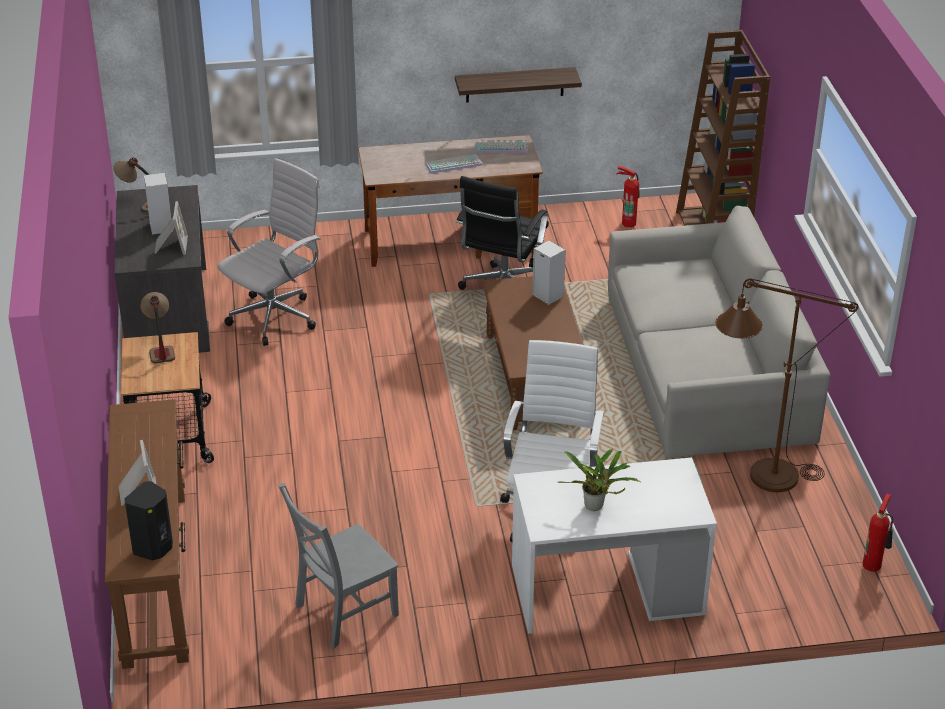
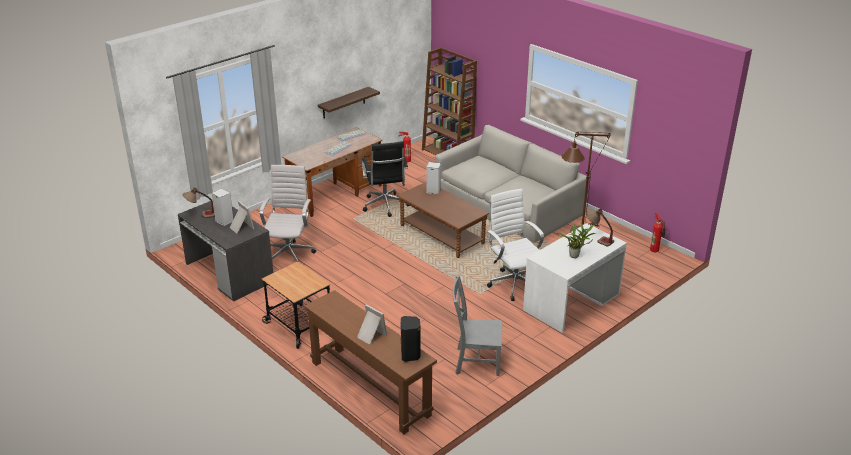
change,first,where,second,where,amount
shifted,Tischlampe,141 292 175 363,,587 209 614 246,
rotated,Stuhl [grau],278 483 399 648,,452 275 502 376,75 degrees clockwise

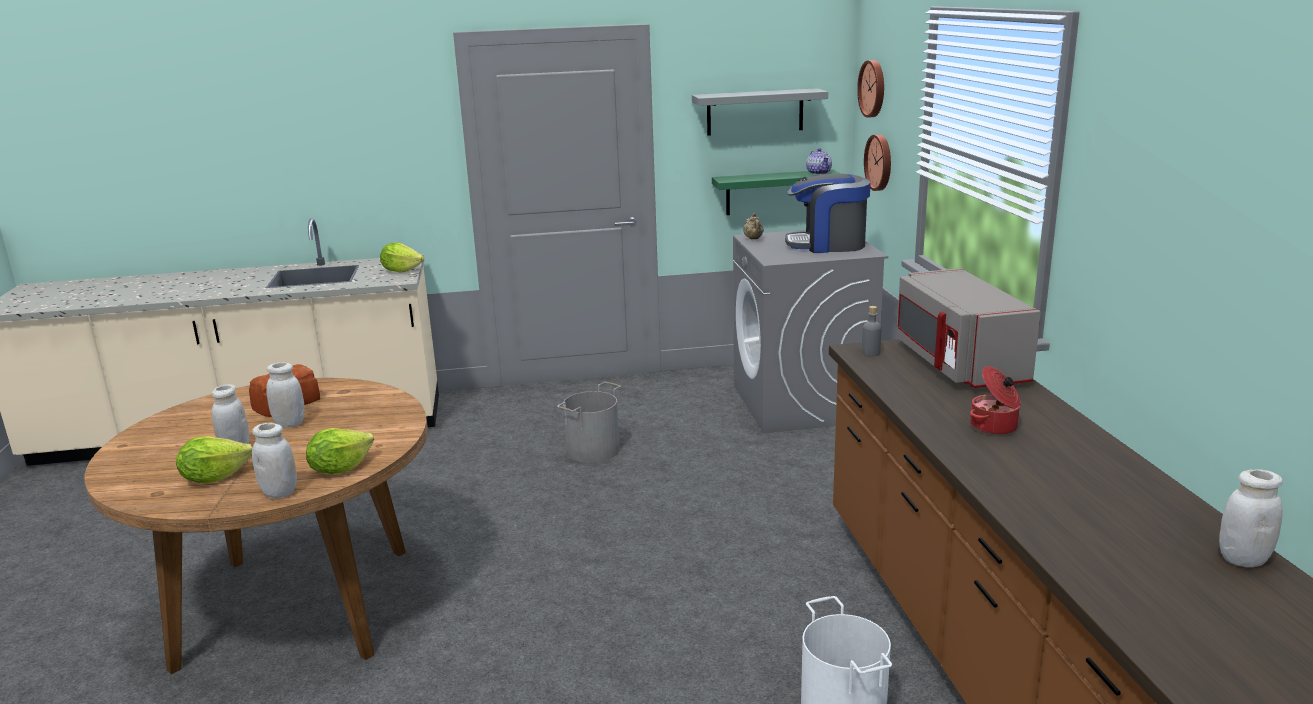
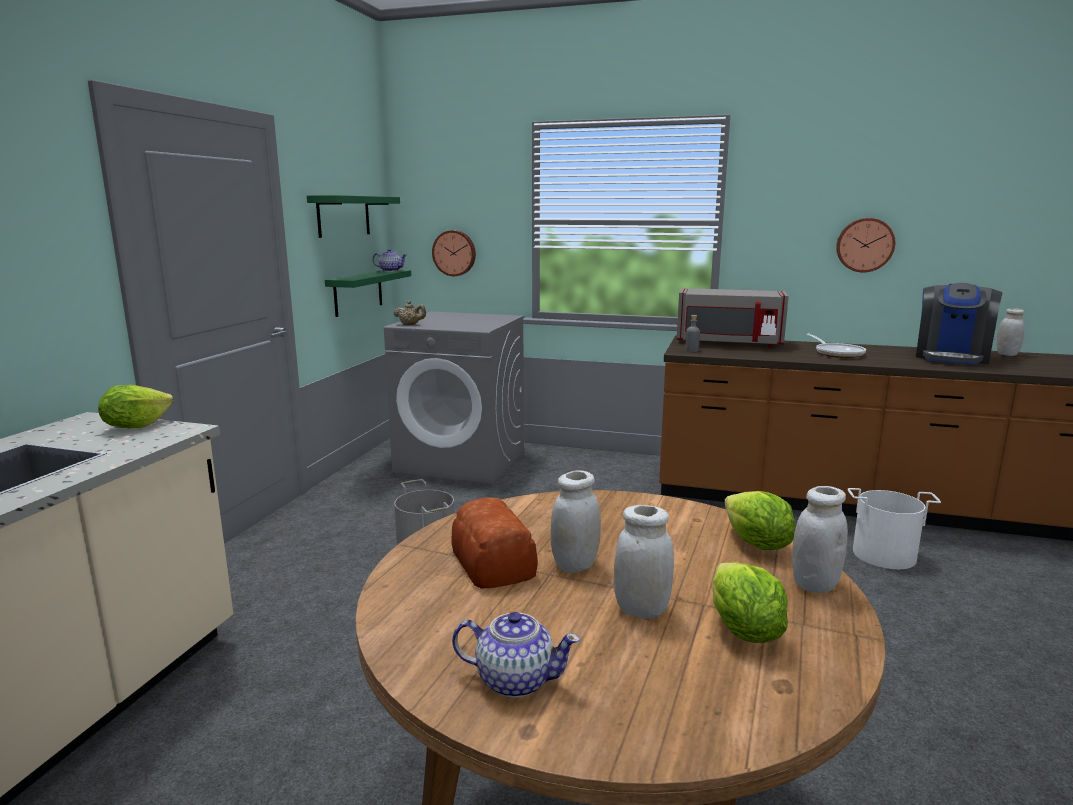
change,first,where,second,where,amount
repainted,Wandregal [grau],692 88 828 136,Wandregal [grün],307 195 400 238,
shifted,Kaffeemaschine,785 174 871 253,,916 283 1002 365,
shifted,Wanduhr,857 60 884 118,,836 218 895 273,
swapped,Kochtopf,970 366 1021 435,Pfanne,806 334 866 358,
new,,,Teekanne,452 612 580 698,

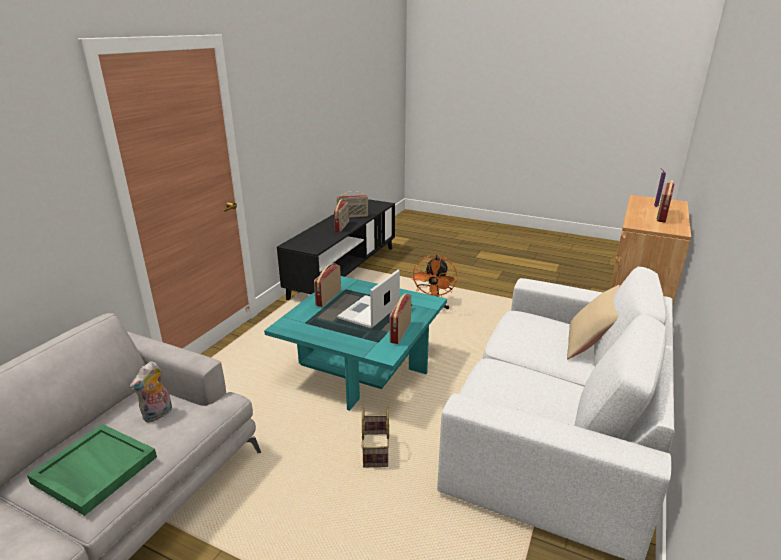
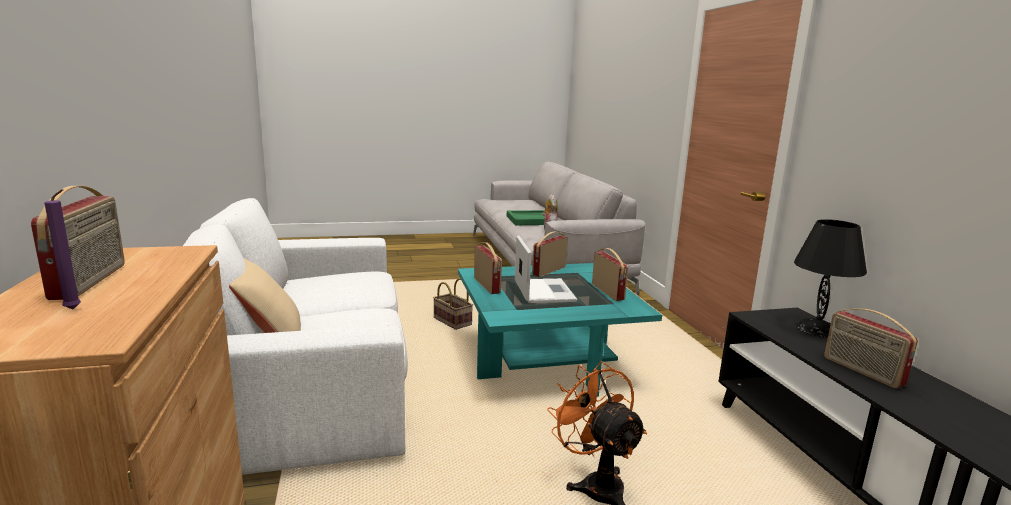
change,first,where,second,where,amount
shifted,Radio,337 191 368 218,,532 232 568 277,
new,,,Tischlampe [schwarz],794 219 867 337,

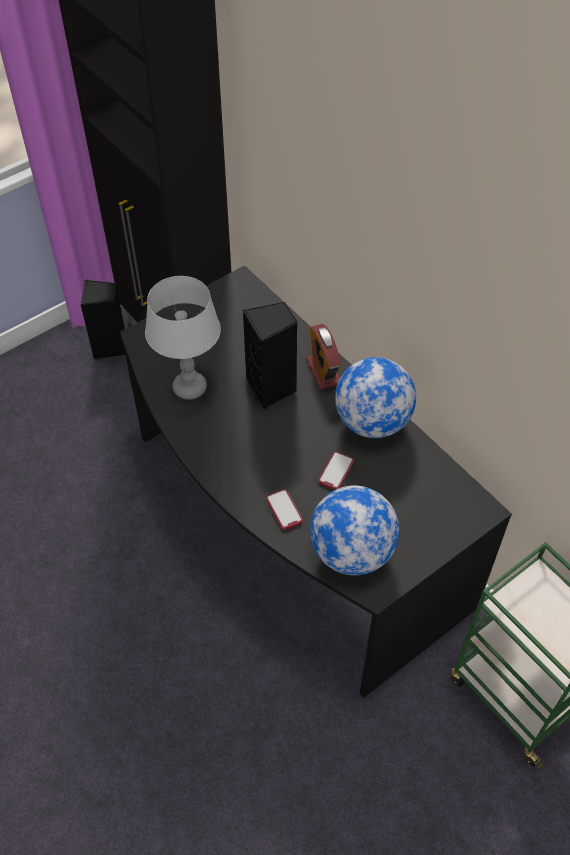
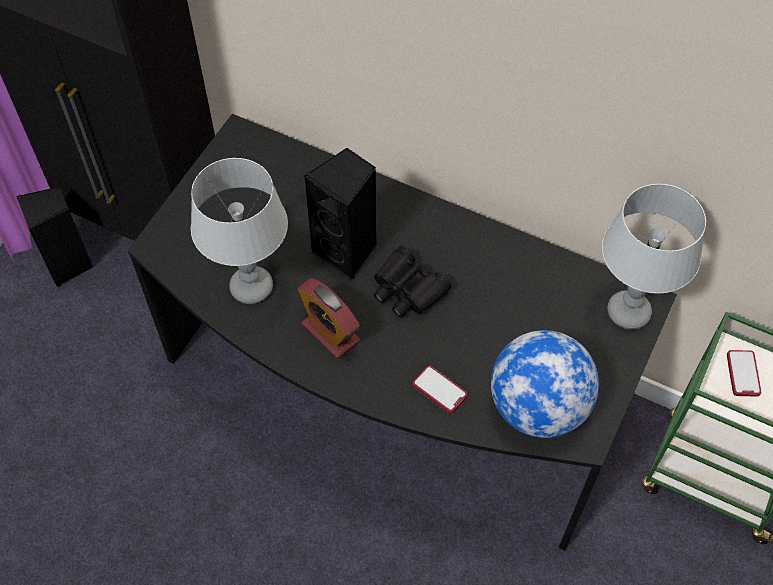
change,first,where,second,where,amount
shifted,Wecker,306 324 341 389,,298 278 360 359,
shifted,Handy,318 452 354 490,,727 350 761 396,
gone,Globus,335 357 416 438,,,
new,,,Fernglas [schwarz],374 246 452 317,
new,,,Tischlampe [grau],602 184 706 330,

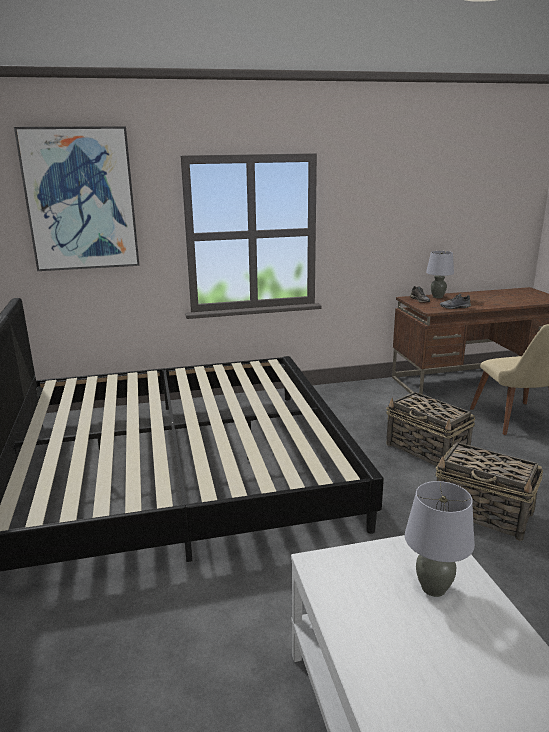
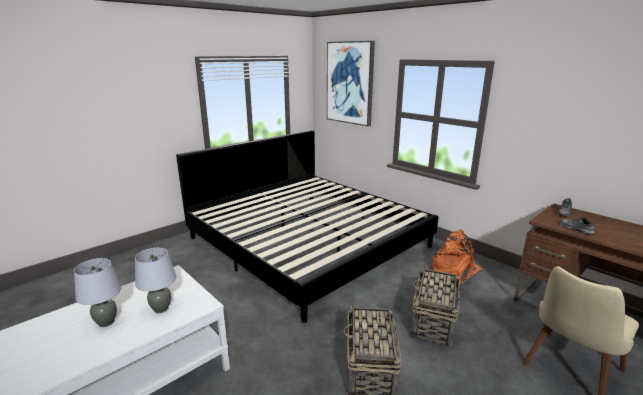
change,first,where,second,where,amount
shifted,Tischlampe [grau],426 251 454 298,,74 258 122 327,
new,,,Rucksack [orange],432 229 484 284,

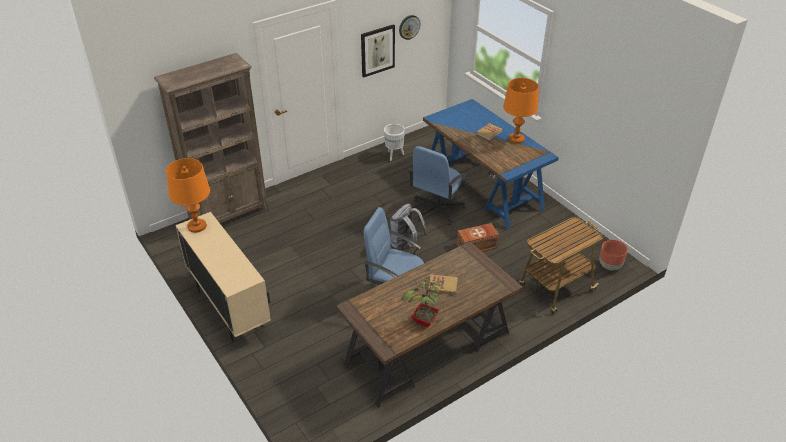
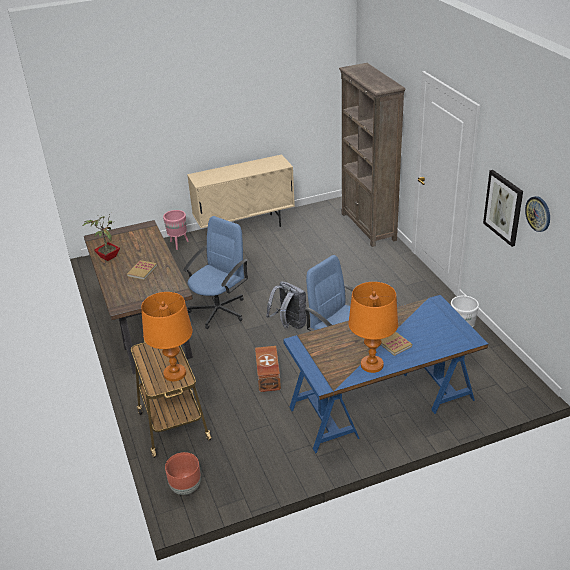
change,first,where,second,where,amount
shifted,Tischlampe [orange],166 158 210 233,,141 292 193 381,
new,,,Pflanzkübel [rosa],163 210 189 250,

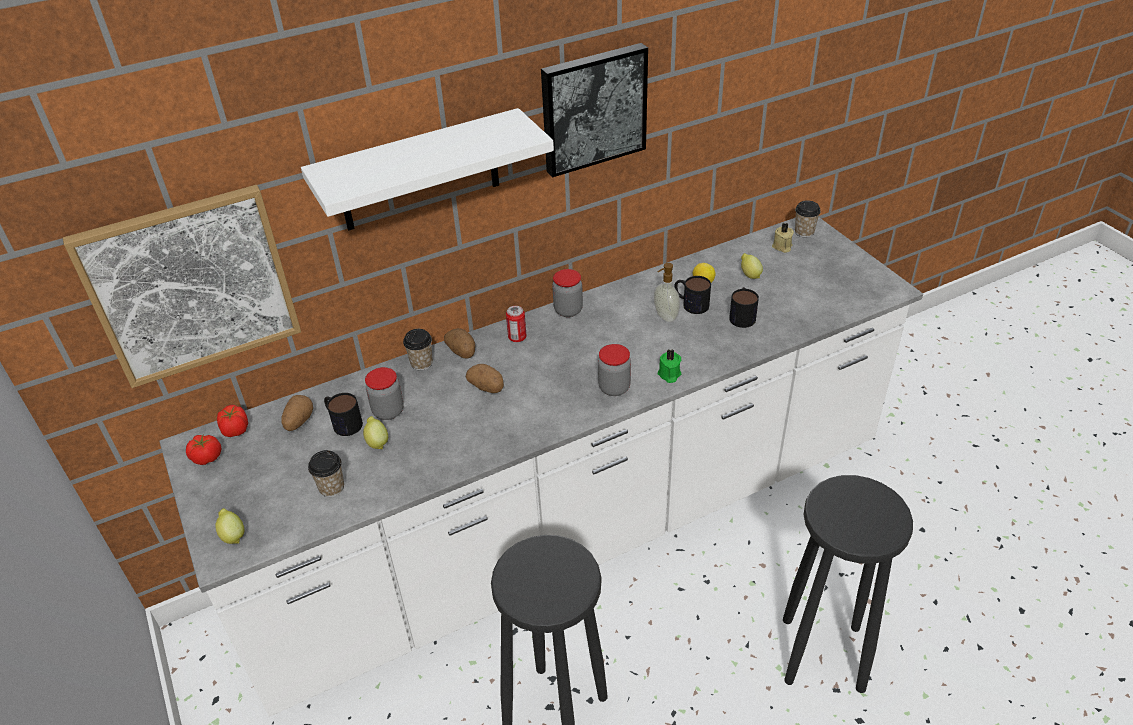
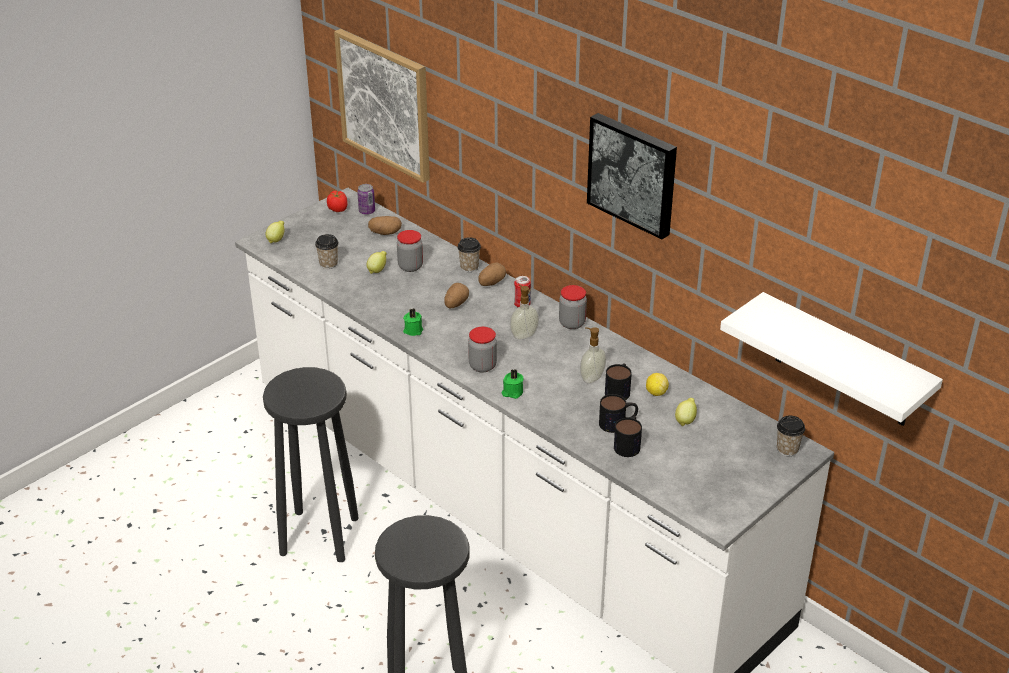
change,first,where,second,where,amount
swapped,Tomate,217 405 248 437,Dose,357 184 375 215,
shifted,Wandregal [weiß],301 108 554 231,,720 292 943 426,
shifted,Henkelbecher,324 393 363 436,,614 416 642 457,
gone,Kerze [beige],772 223 794 253,,,
new,,,Kerze [grün],403 308 423 336,
new,,,Seifenspender,510 285 539 340,

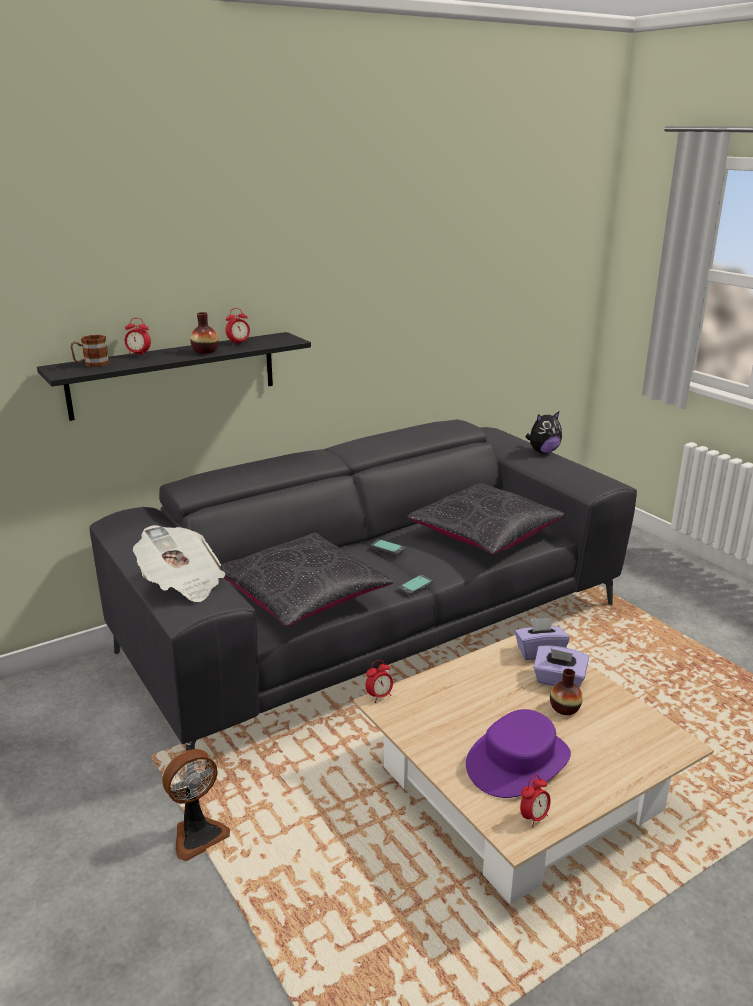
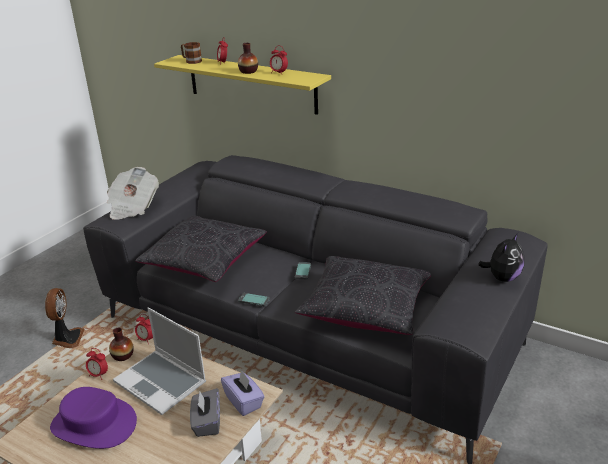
change,first,where,second,where,amount
repainted,Wandregal [schwarz],37 332 311 421,Wandregal [gelb],154 55 331 115,
rotated,Ventilator,162 749 230 861,,45 288 85 348,120 degrees counterclockwise
shifted,Wecker,520 775 551 828,,86 348 108 380,
rotated,Plüschtier,526 411 562 454,,478 233 524 282,90 degrees counterclockwise
repainted,Taschentuchbox [lila],533 645 589 688,Taschentuchbox [grau],190 388 220 437,
shifted,Vase,550 669 583 715,,109 328 134 361,
new,,,Laptop,113 307 206 415,

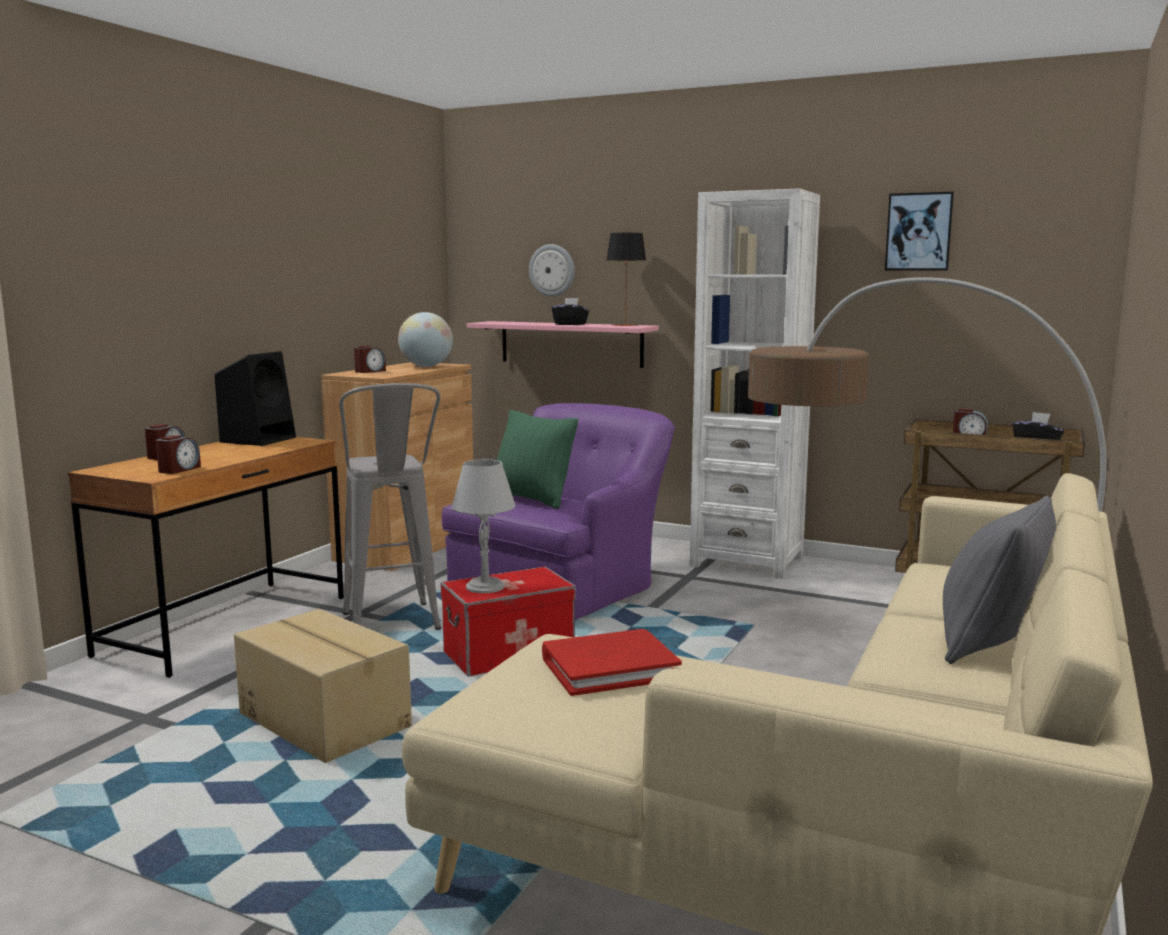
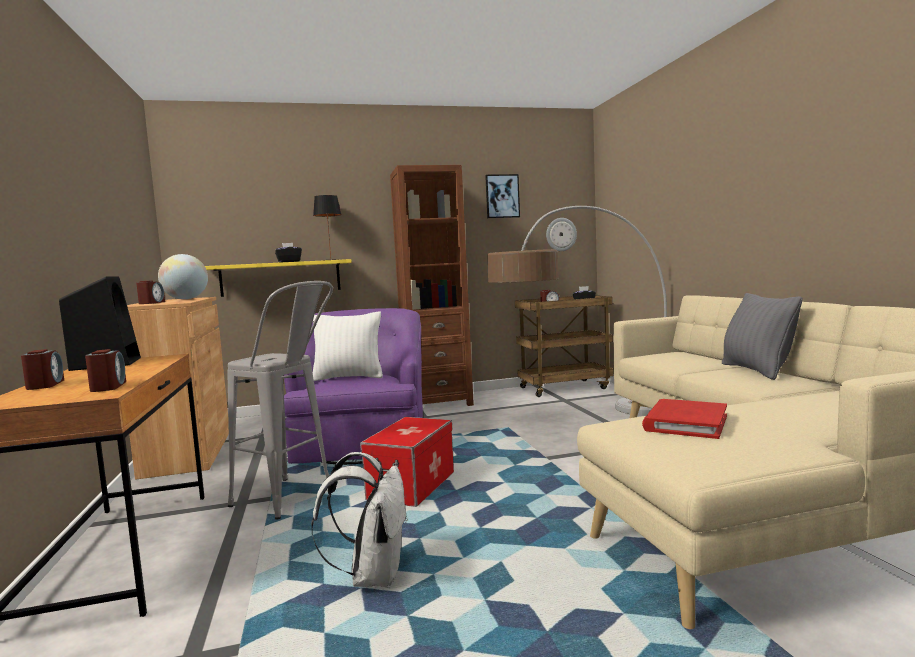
change,first,where,second,where,amount
swapped,Karton,234 609 412 763,Rucksack [weiß],311 452 408 588,
gone,Tischlampe [grau],451 459 516 593,,,
repainted,Wandregal [rosa],467 321 659 368,Wandregal [gelb],205 259 352 297,
repainted,Kissen [grün],497 410 578 509,Kissen [weiß],312 311 383 381,
shifted,Wanduhr,529 244 575 297,,546 218 577 251,
repainted,Bücherregal [weiß],690 189 820 579,Bücherregal [braun],390 165 474 406,

